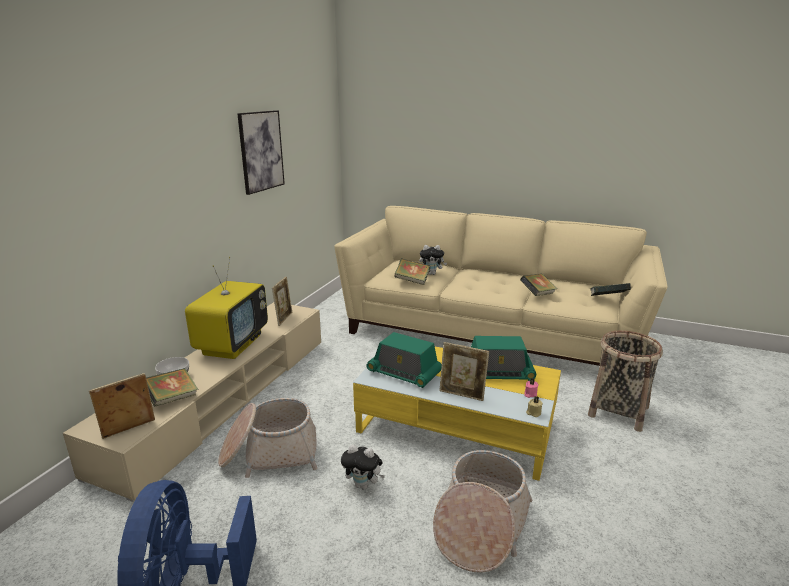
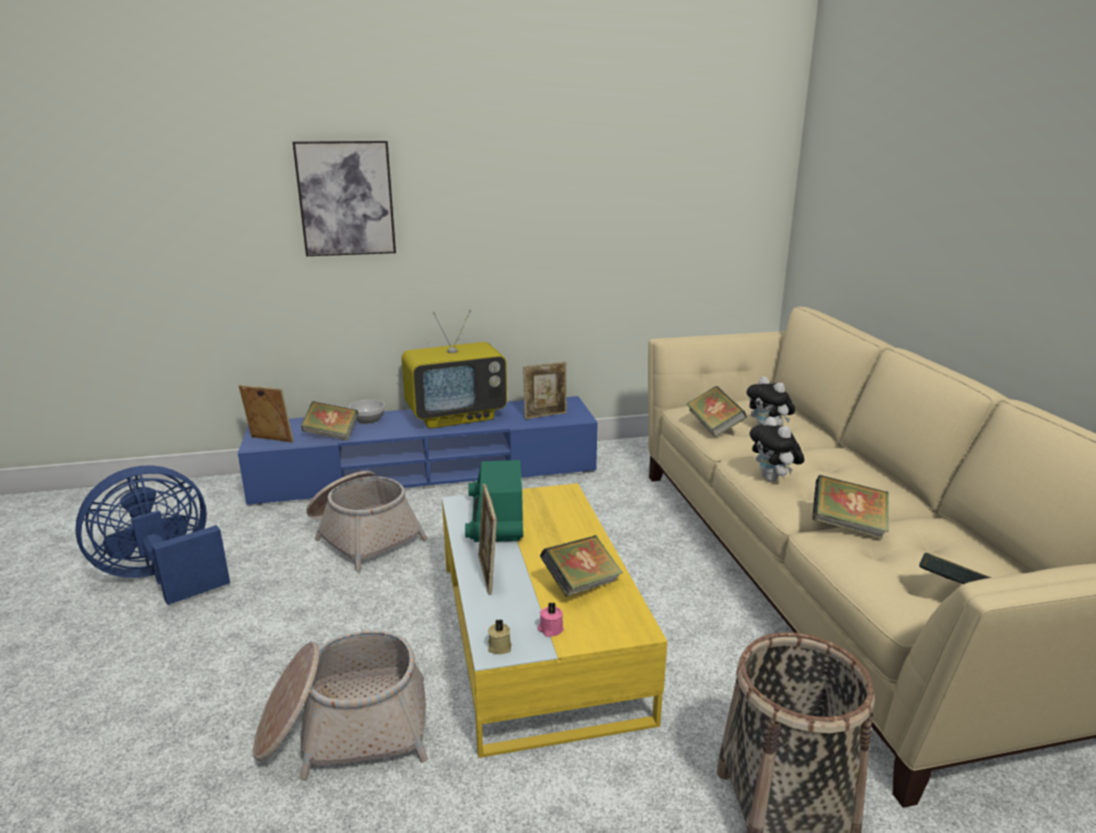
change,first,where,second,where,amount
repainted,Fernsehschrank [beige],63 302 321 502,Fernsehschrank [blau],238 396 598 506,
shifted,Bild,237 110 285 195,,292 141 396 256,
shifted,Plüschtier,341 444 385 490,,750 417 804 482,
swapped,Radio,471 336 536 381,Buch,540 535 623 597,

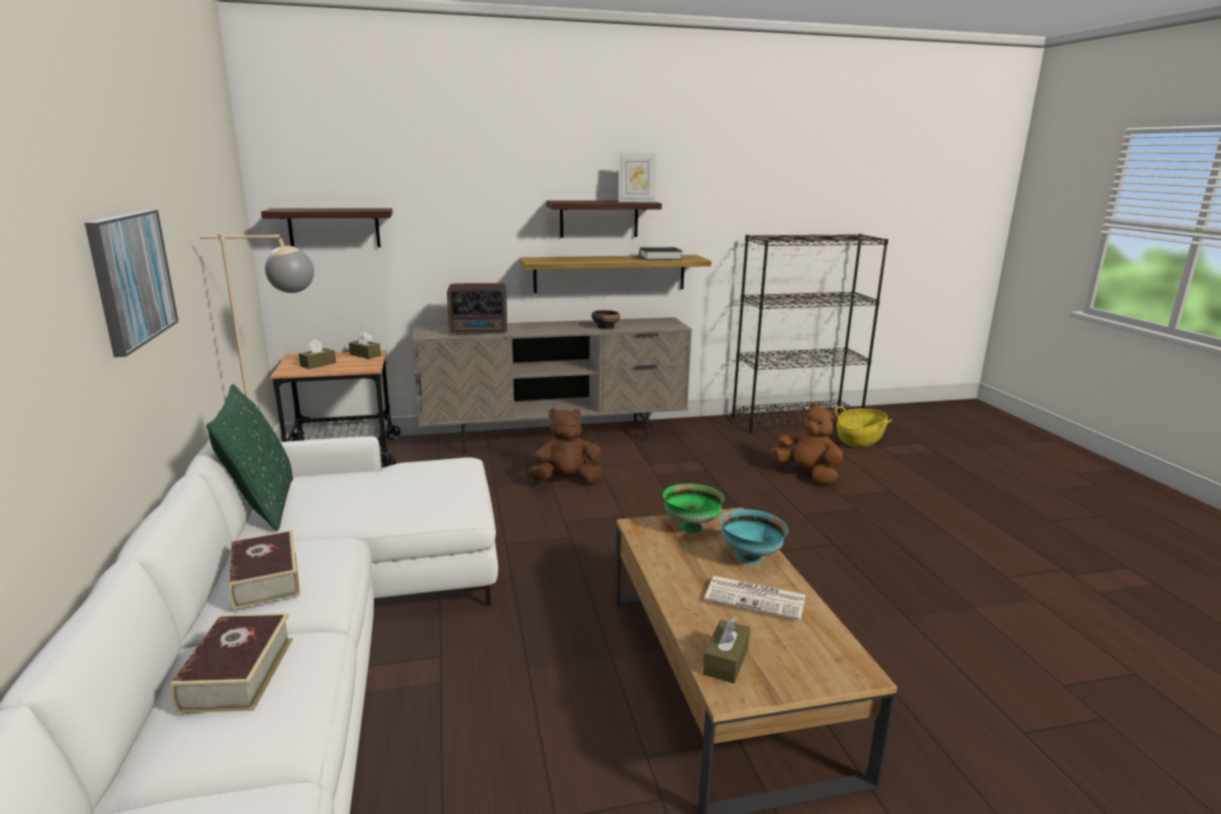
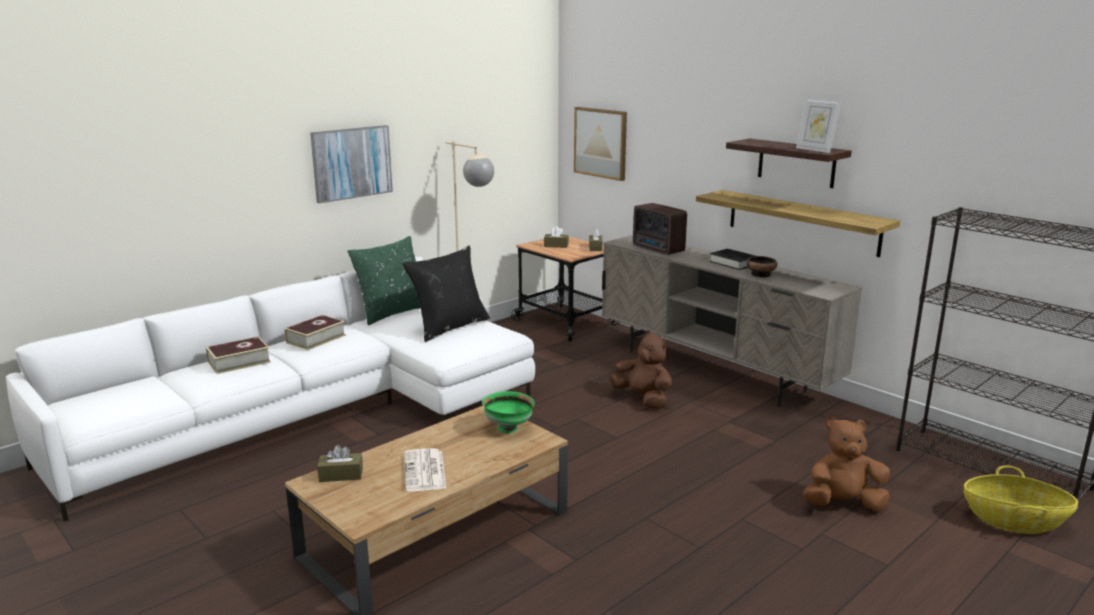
change,first,where,second,where,amount
swapped,Wandregal,261 208 393 247,Bild,574 107 627 181,
shifted,Buch [schwarz],639 247 683 260,,709 249 755 270,
gone,Schüssel [türkis],720 509 788 564,,,
rotated,Plüschtier [braun],770 403 843 483,,803 417 890 511,105 degrees counterclockwise
new,,,Kissen [schwarz],403 246 490 342,

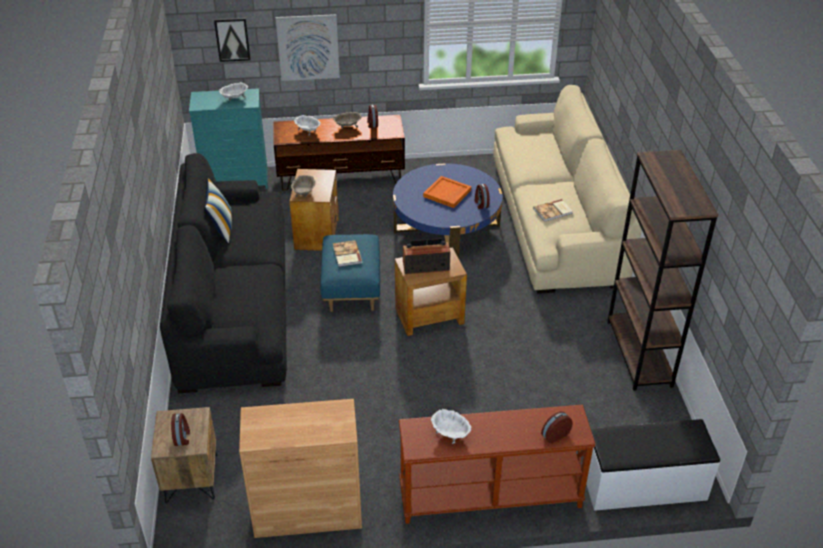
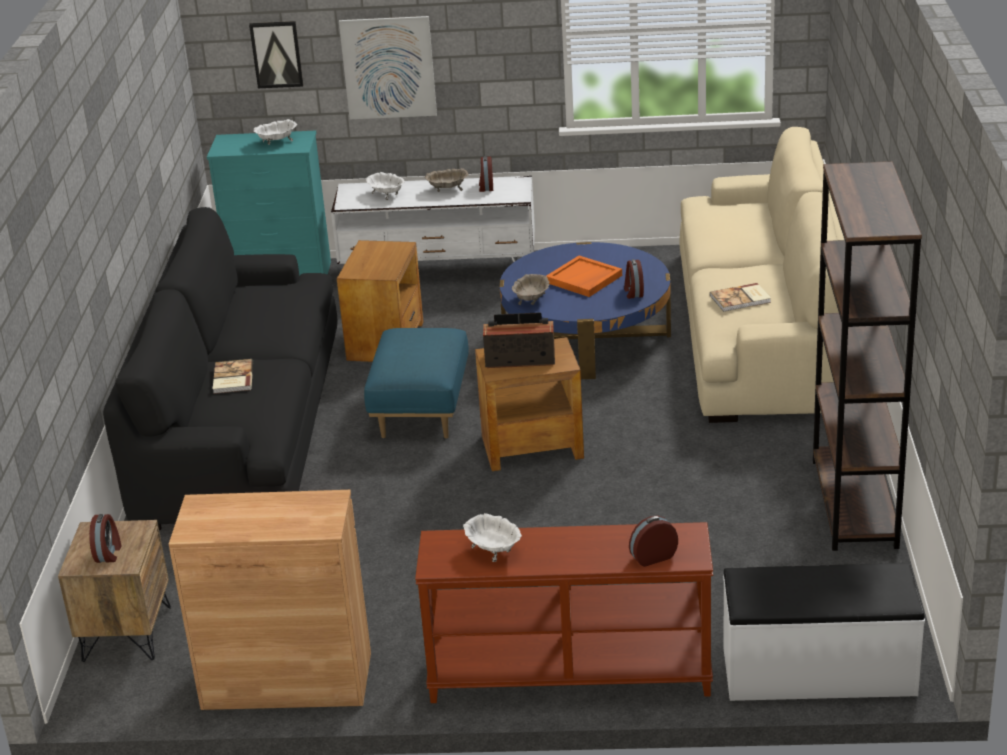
change,first,where,second,where,amount
gone,Kissen,205 178 232 243,,,
repainted,Fernsehschrank [braun],274 115 405 190,Fernsehschrank [weiß],331 176 535 264,
shifted,Schüssel [beige],291 175 315 197,,512 274 550 305,
shifted,Buch,333 240 362 267,,213 359 253 394,

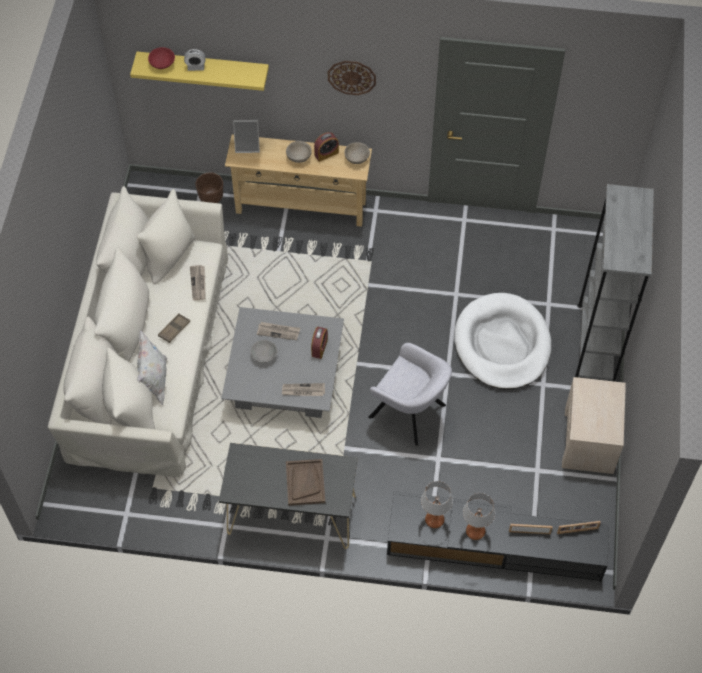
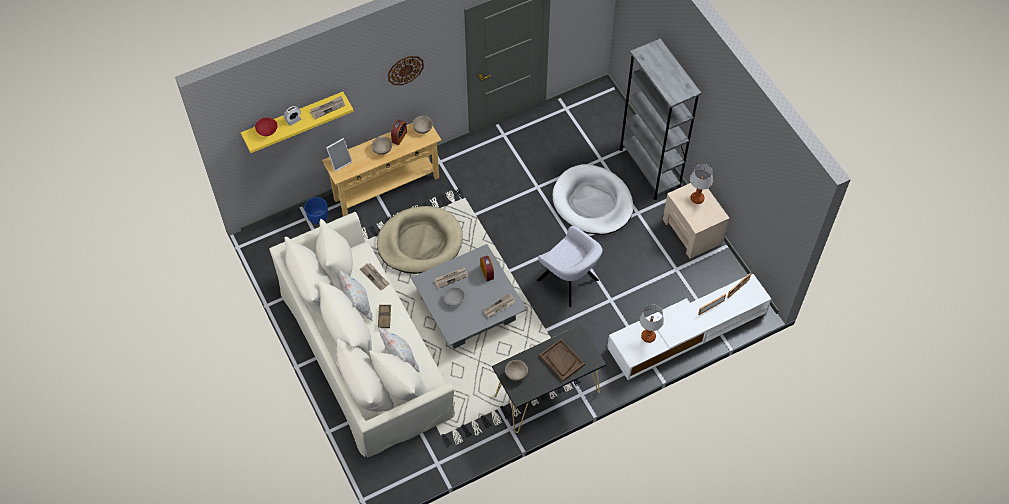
change,first,where,second,where,amount
repainted,Pflanzkübel [braun],195 172 223 203,Pflanzkübel [blau],304 197 328 224,
rotated,Sessel [grau],368 343 452 446,,537 226 603 307,45 degrees clockwise
repainted,Fernsehschrank [schwarz],387 492 609 582,Fernsehschrank [weiß],607 274 771 380,
shifted,Tischlampe,463 493 495 540,,690 164 713 204,
new,,,Zeitung,310 96 345 119,
new,,,Kissen [weiß],339 269 373 321,
new,,,Hundebett [beige],377 206 463 274,
new,,,Schüssel [beige],505 360 528 381,

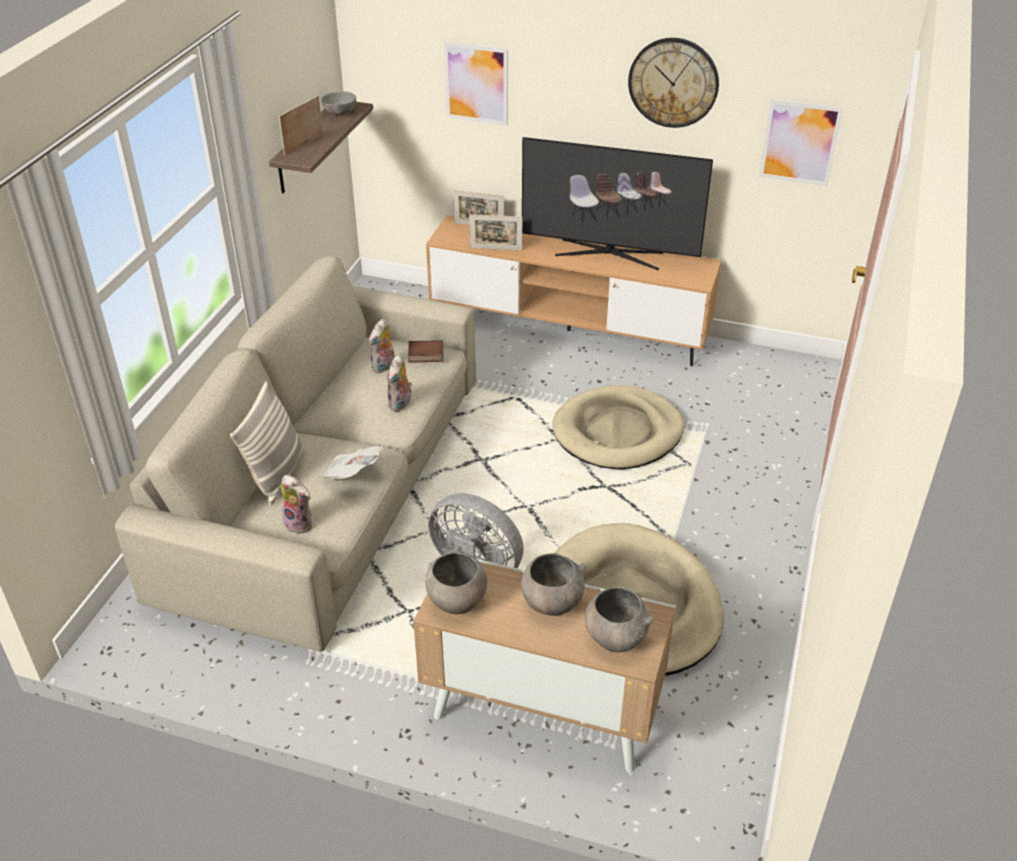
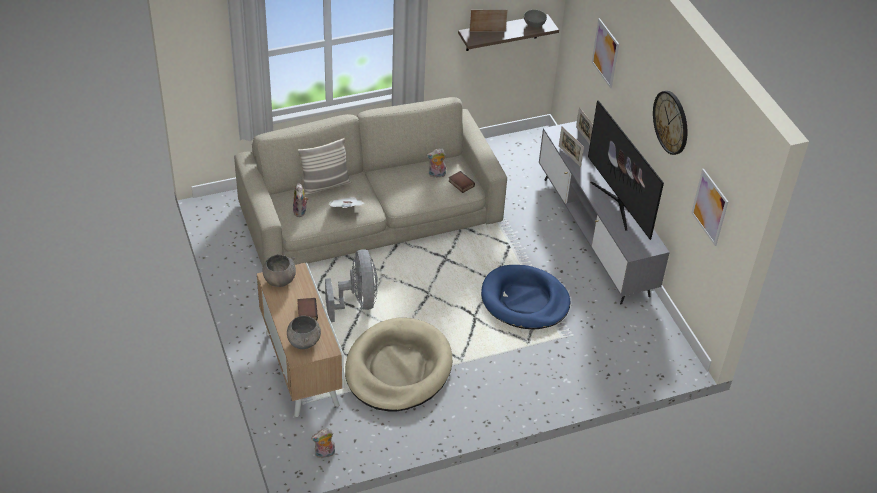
change,first,where,second,where,amount
shifted,Plüschtier,387 355 412 411,,311 428 335 459,
repainted,Fernsehschrank [braun],426 215 721 366,Fernsehschrank [grau],539 121 670 304,
swapped,Schüssel [grau],521 553 586 616,Buch,297 298 318 321,
repainted,Hundebett [beige],553 385 684 469,Hundebett [blau],481 265 570 330,

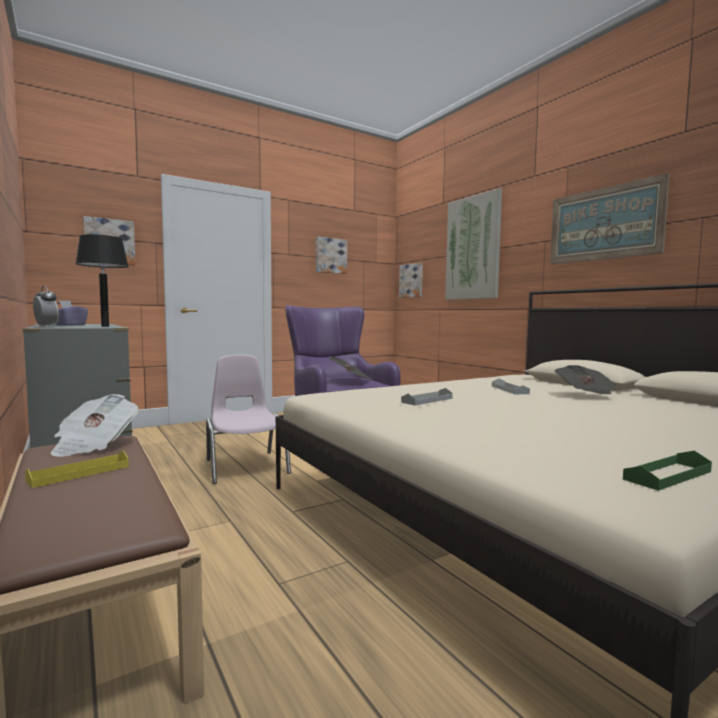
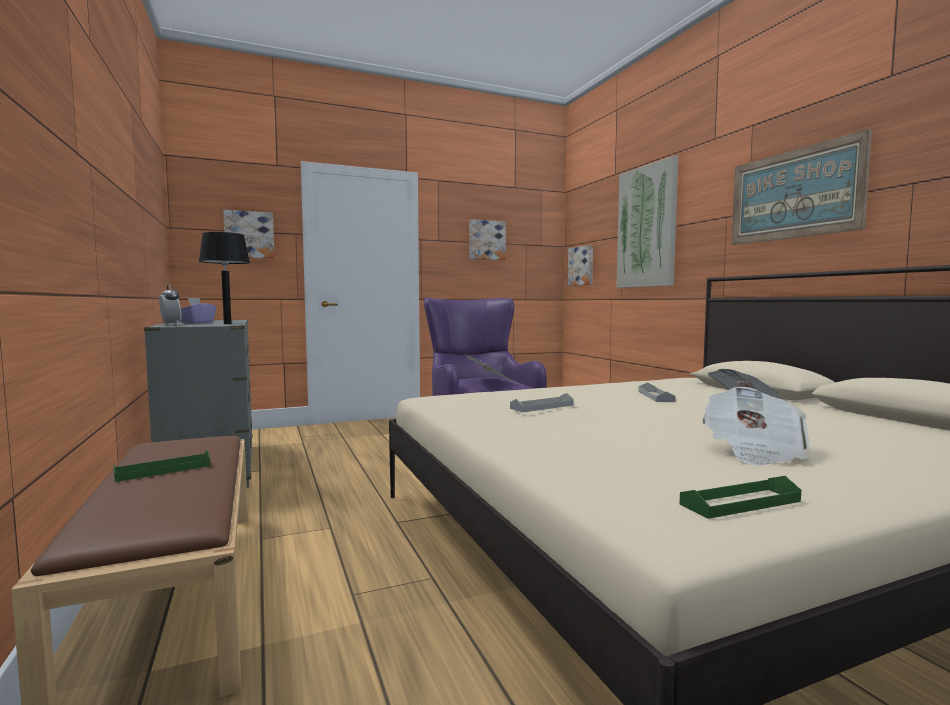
change,first,where,second,where,amount
repainted,Tablett [gelb],25 450 129 488,Tablett [grün],113 450 211 482,
shifted,Zeitung,51 394 139 457,,702 387 809 466,
gone,Stuhl [rosa],206 355 291 484,,,

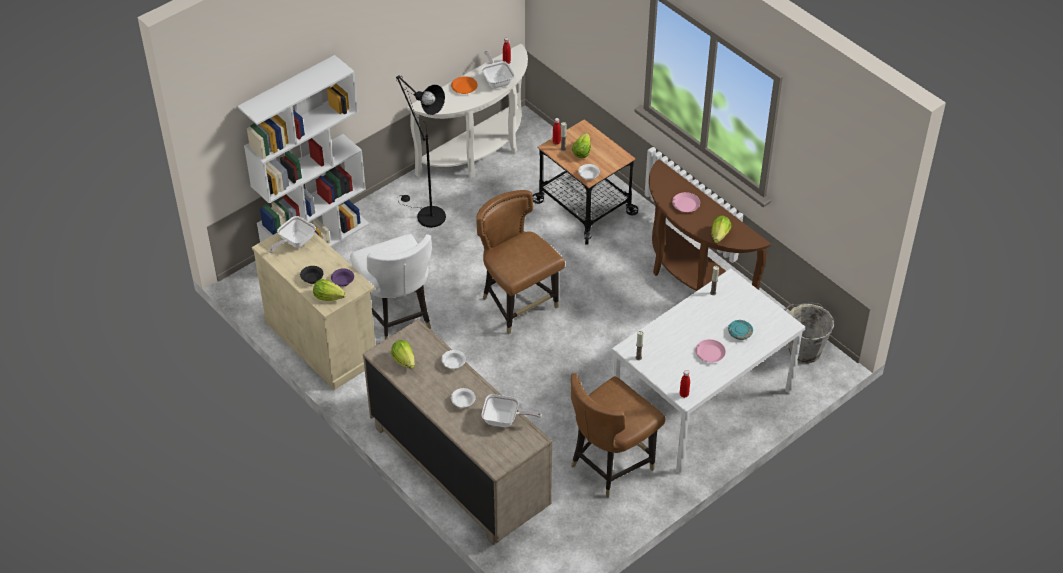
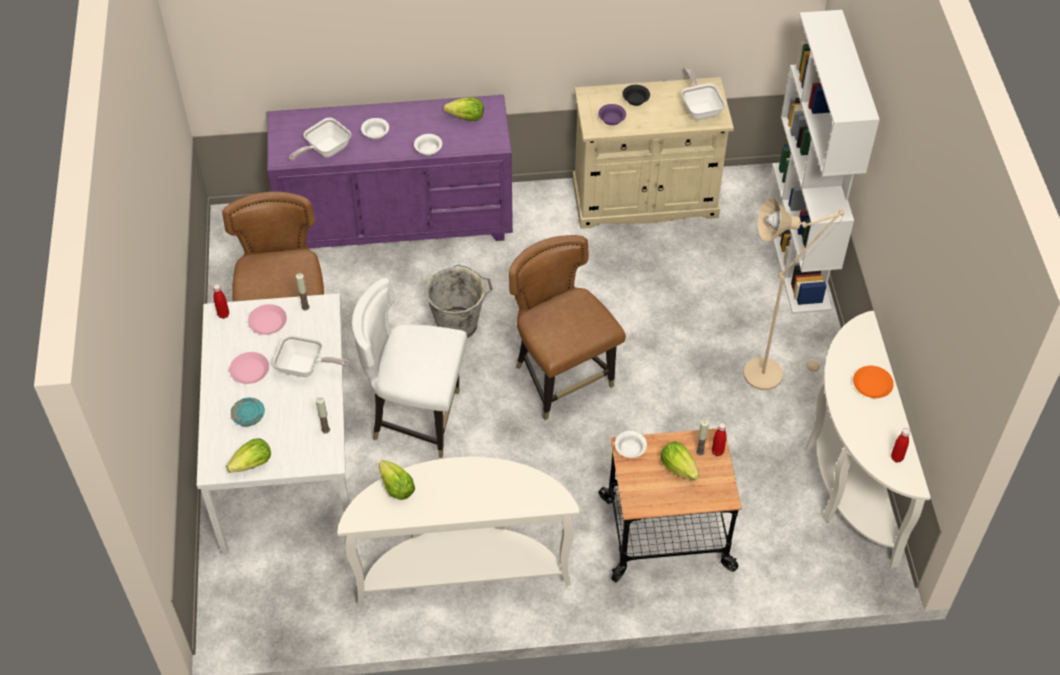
change,first,where,second,where,amount
shifted,Salatkopf,313 279 346 301,,226 438 271 473,
shifted,Stuhl [weiß],350 234 432 339,,352 278 467 458,
repainted,Kommode [beige],363 319 552 545,Kommode [lila],267 95 513 248,
repainted,Stehlampe [schwarz],396 75 446 228,Stehlampe [beige],743 198 844 390,
rotated,Stuhl [braun],476 190 565 334,,509 235 626 420,120 degrees counterclockwise
shifted,Pfanne,482 51 514 88,,273 335 349 377,
repainted,Konsolentisch [braun],649 159 771 291,Konsolentisch [weiß],338 457 580 605,
shifted,Teller [rosa],672 192 700 212,,248 304 287 335,
shifted,Eimer [grau],784 303 834 363,,425 265 492 338,

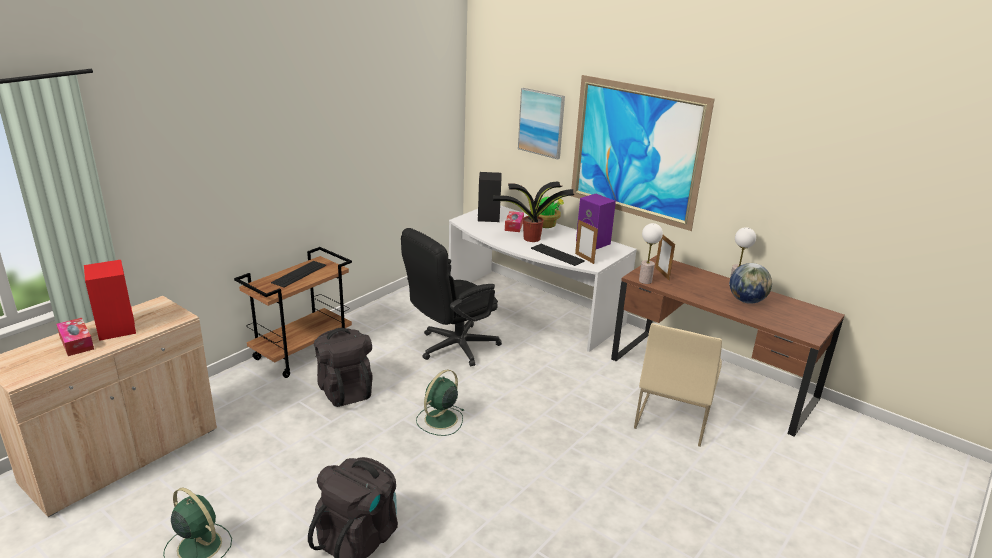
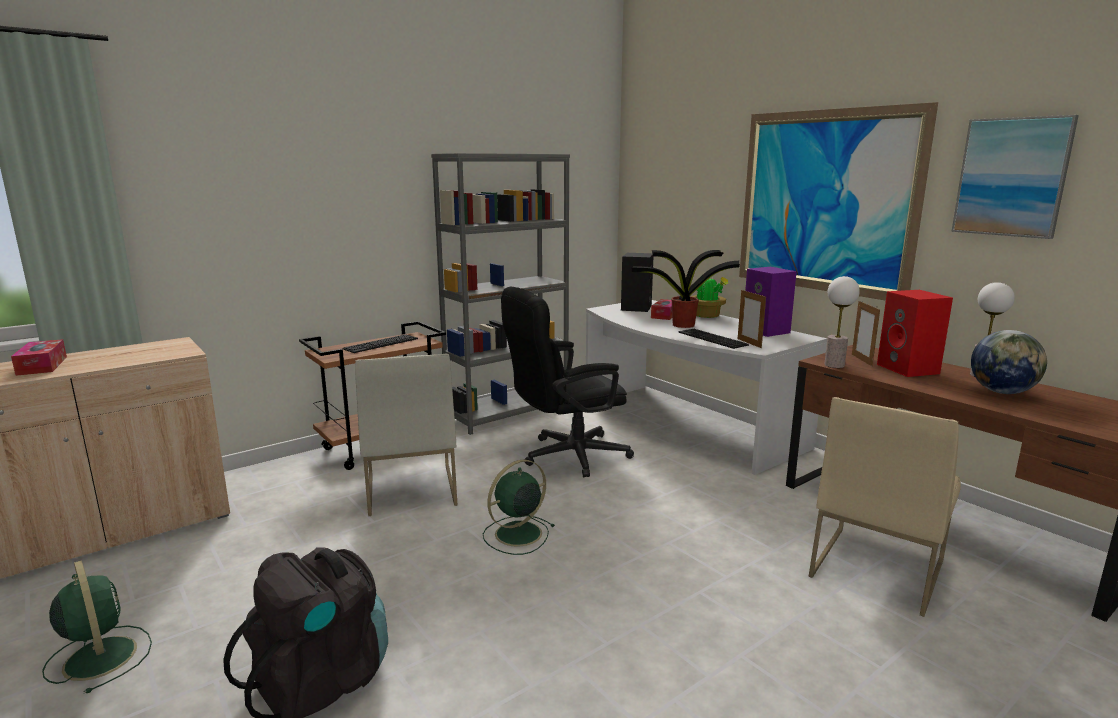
change,first,where,second,where,amount
shifted,Lautsprecher [rot],84 260 136 341,,877 290 953 377,
swapped,Rucksack [schwarz],313 328 373 407,Stuhl [weiß],355 354 457 516,
shifted,Bild,518 88 565 159,,951 115 1079 239,
new,,,Bücherregal [grau],431 153 570 435,

